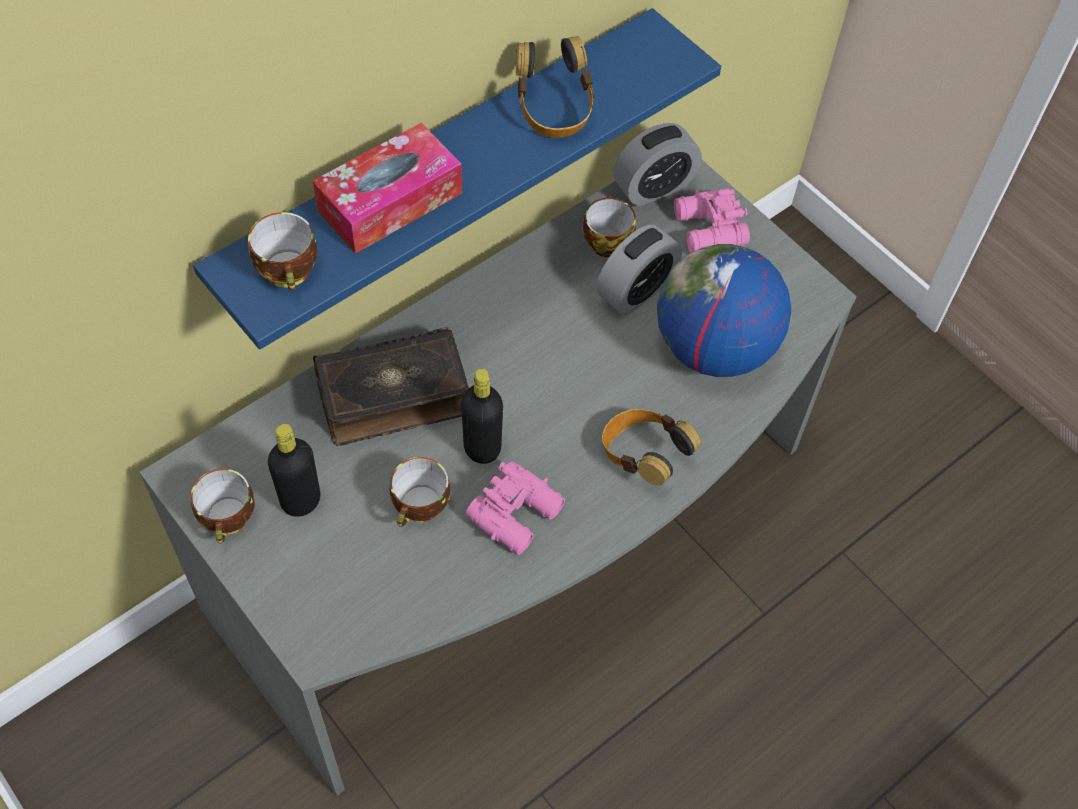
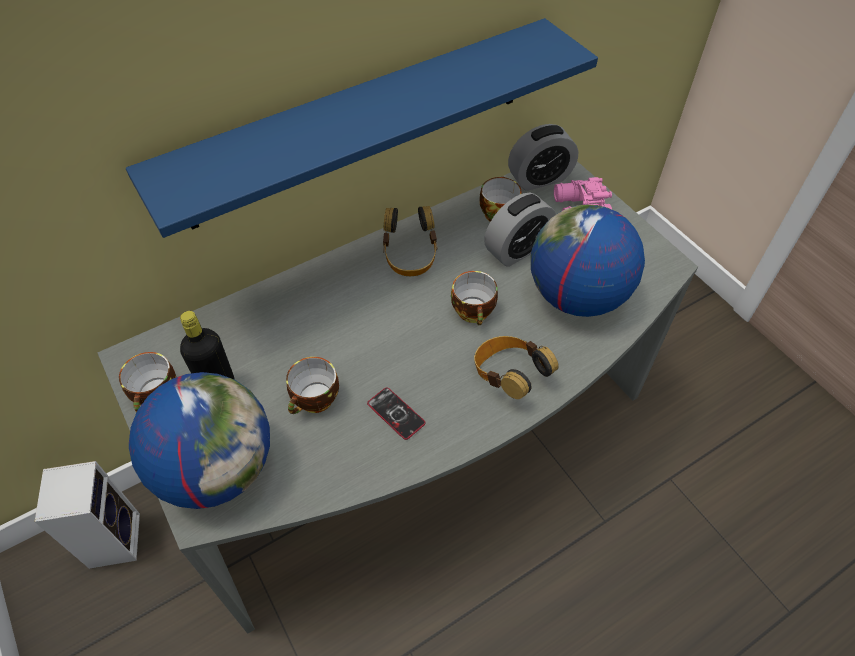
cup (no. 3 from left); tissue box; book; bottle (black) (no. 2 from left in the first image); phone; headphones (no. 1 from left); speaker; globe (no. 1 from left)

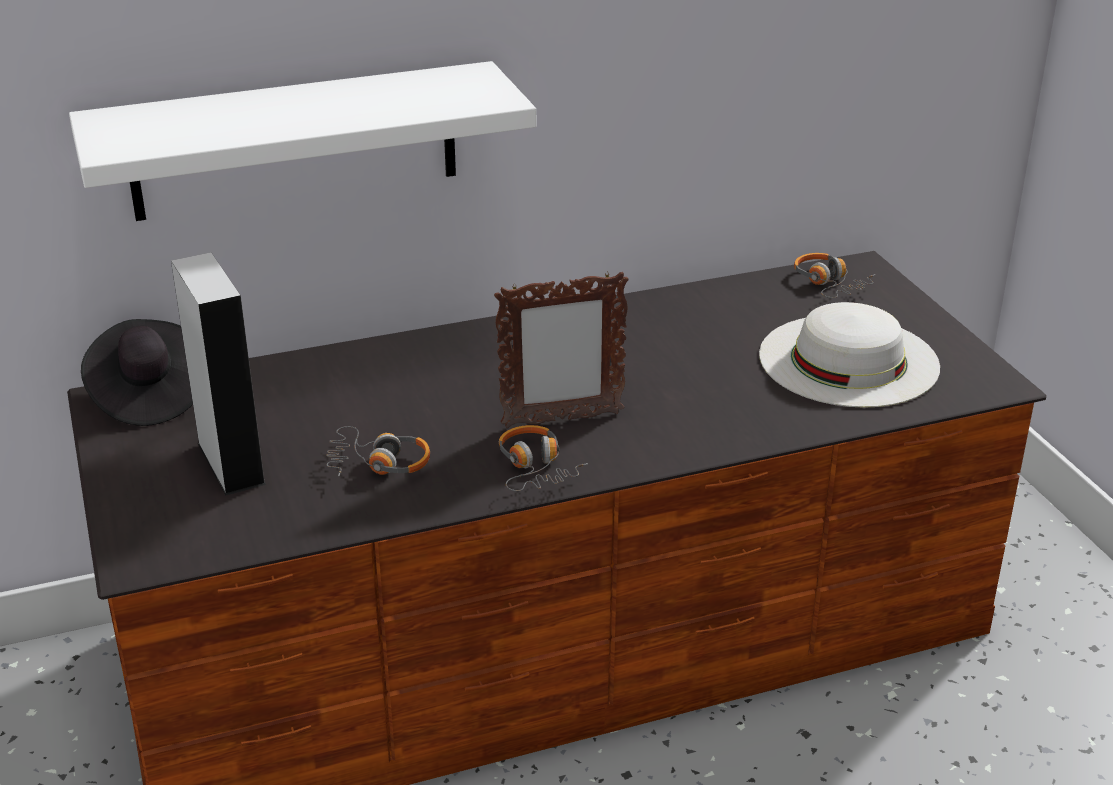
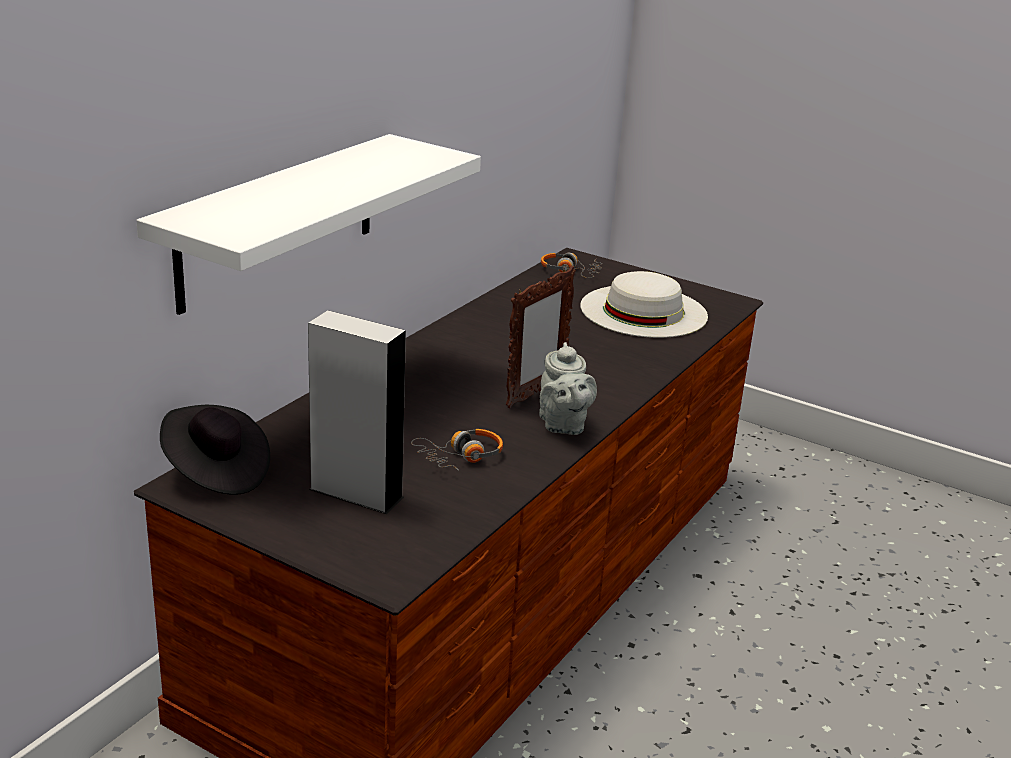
teapot (grey)

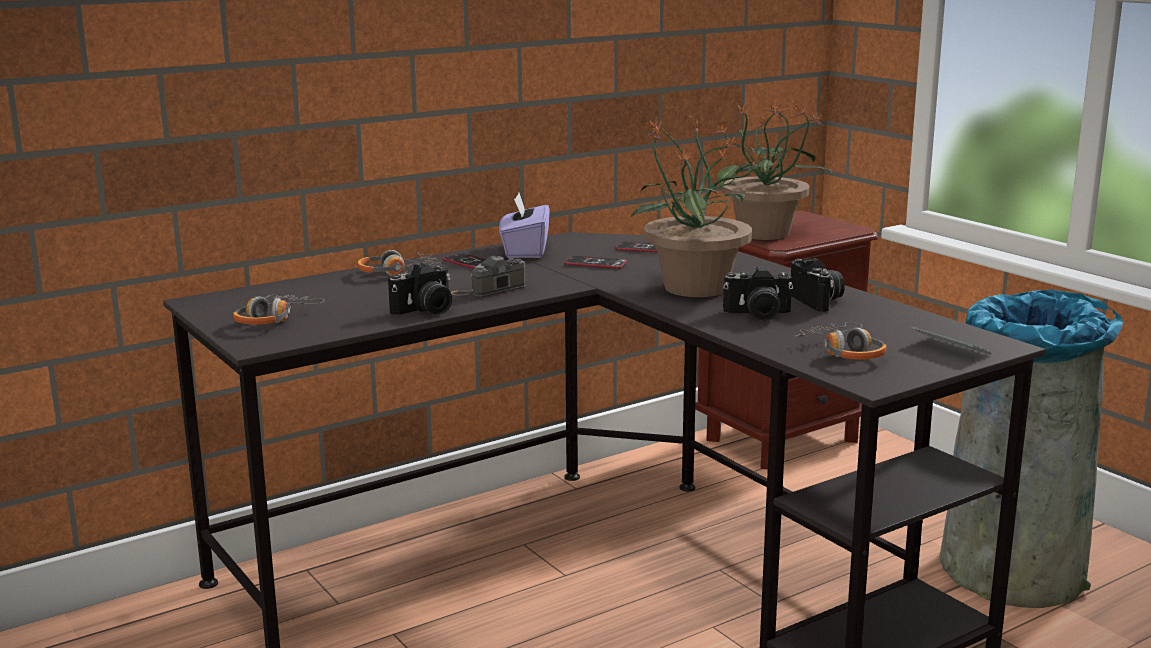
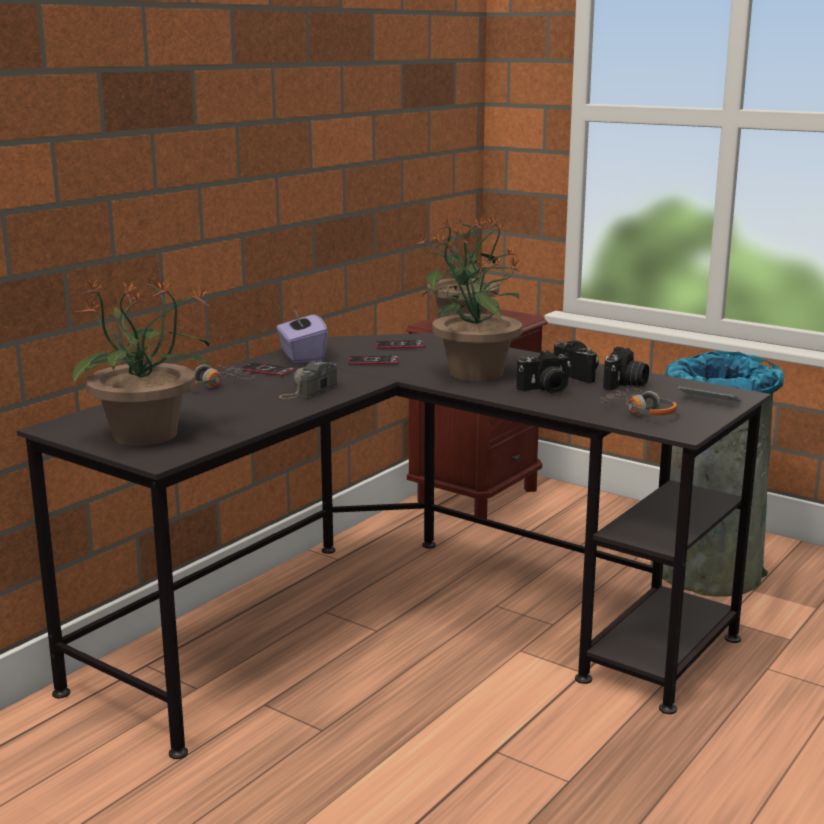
potted plant (no. 1 from left); photo camera (no. 4 from left)

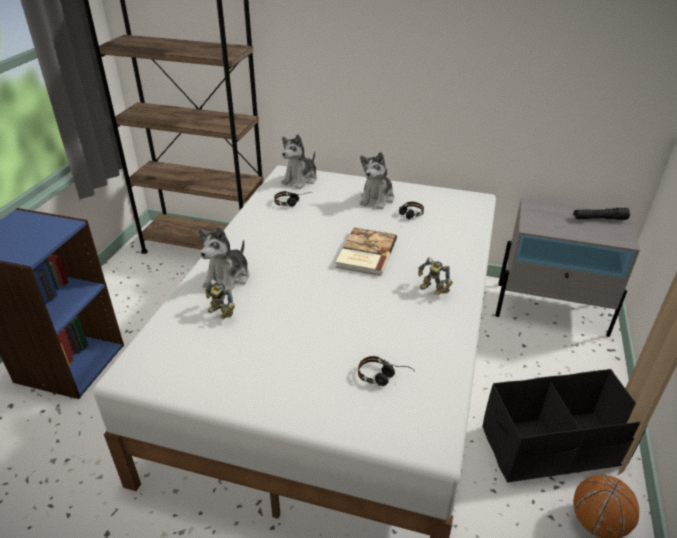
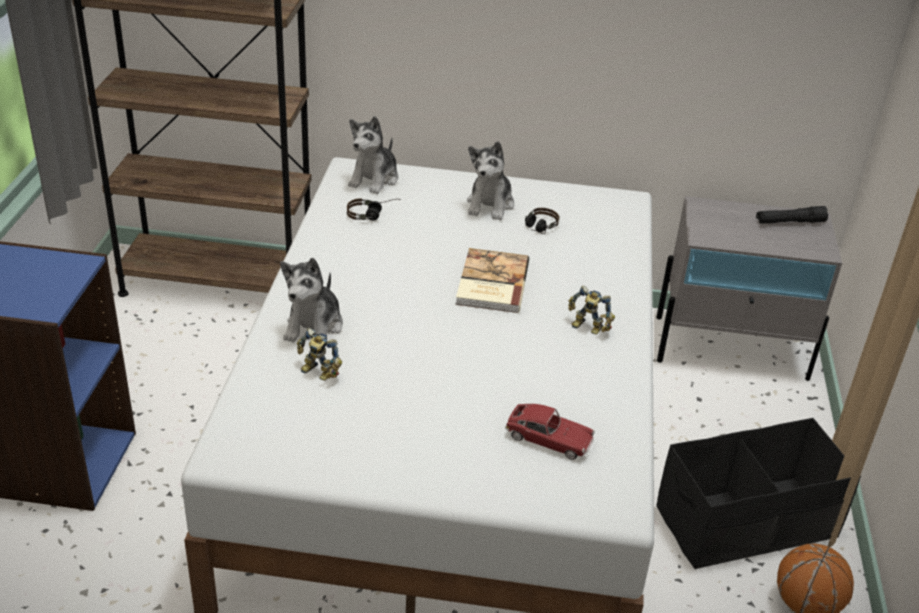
toy car

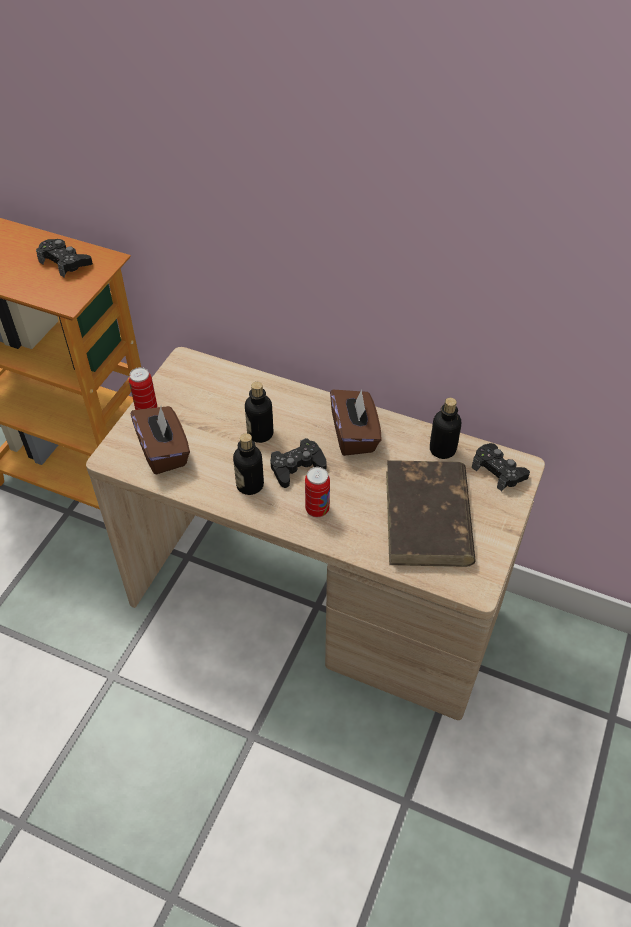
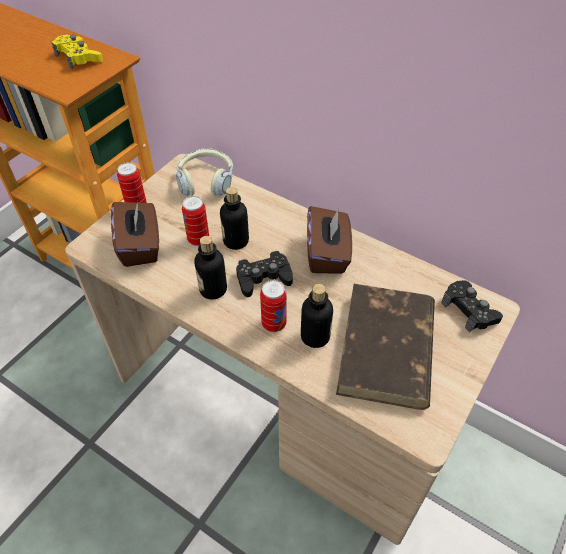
game controller (yellow); bottle (no. 3 from left); headphones; can (no. 2 from left)

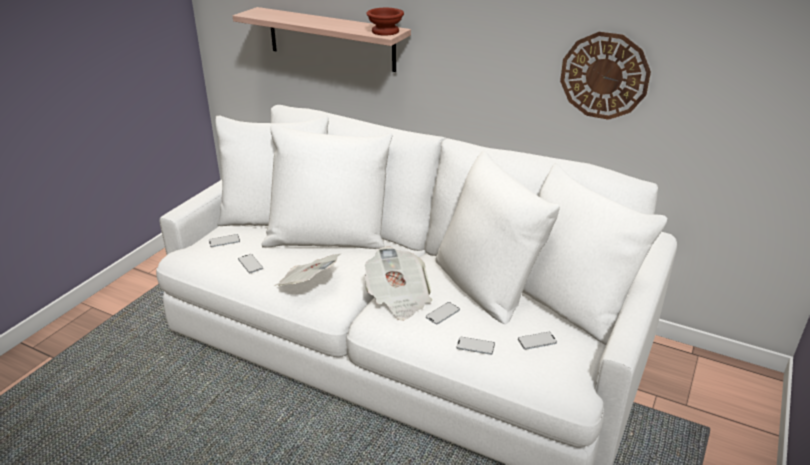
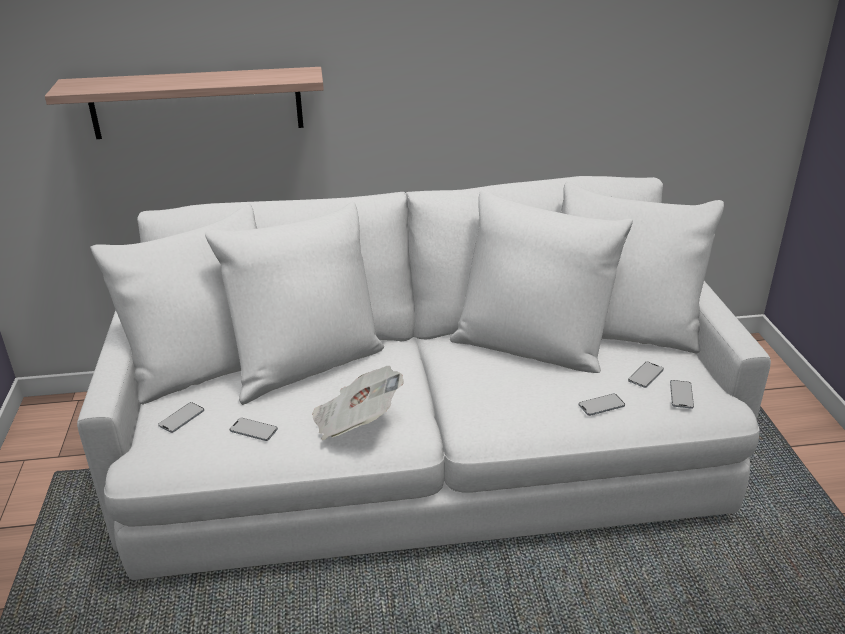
newspaper (no. 2 from left in the first image); bowl (brown); phone (no. 5 from left); wall clock

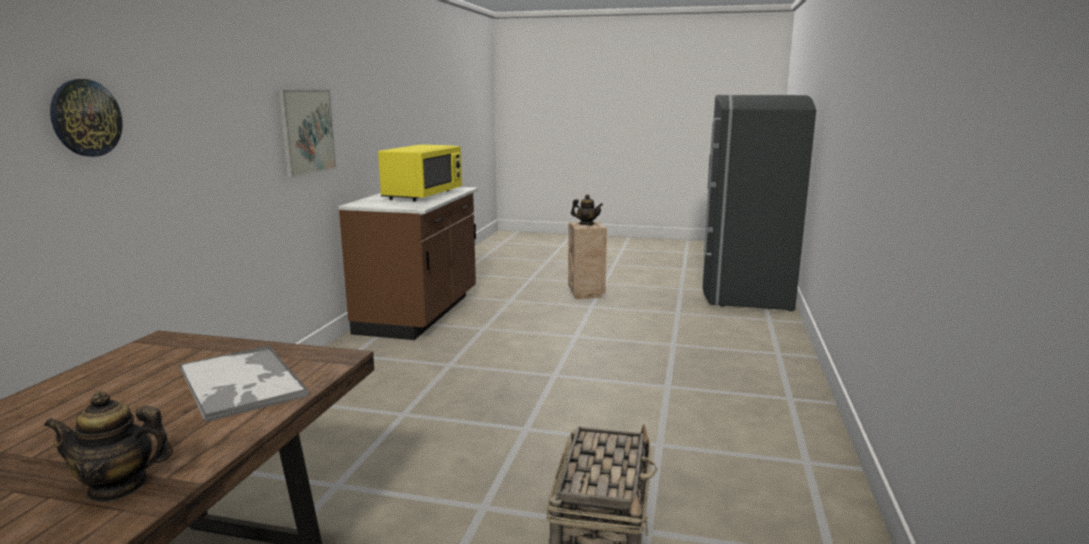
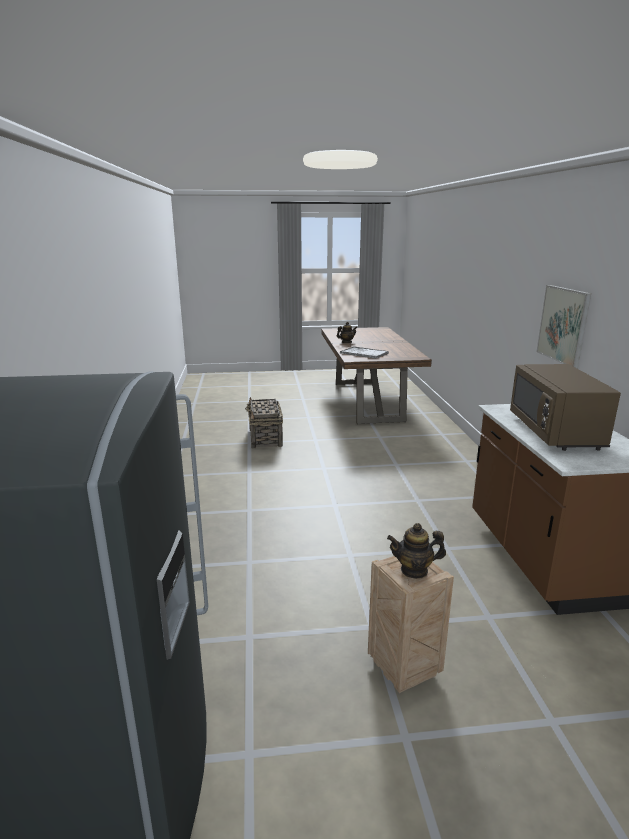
wall clock; microwave (brown)

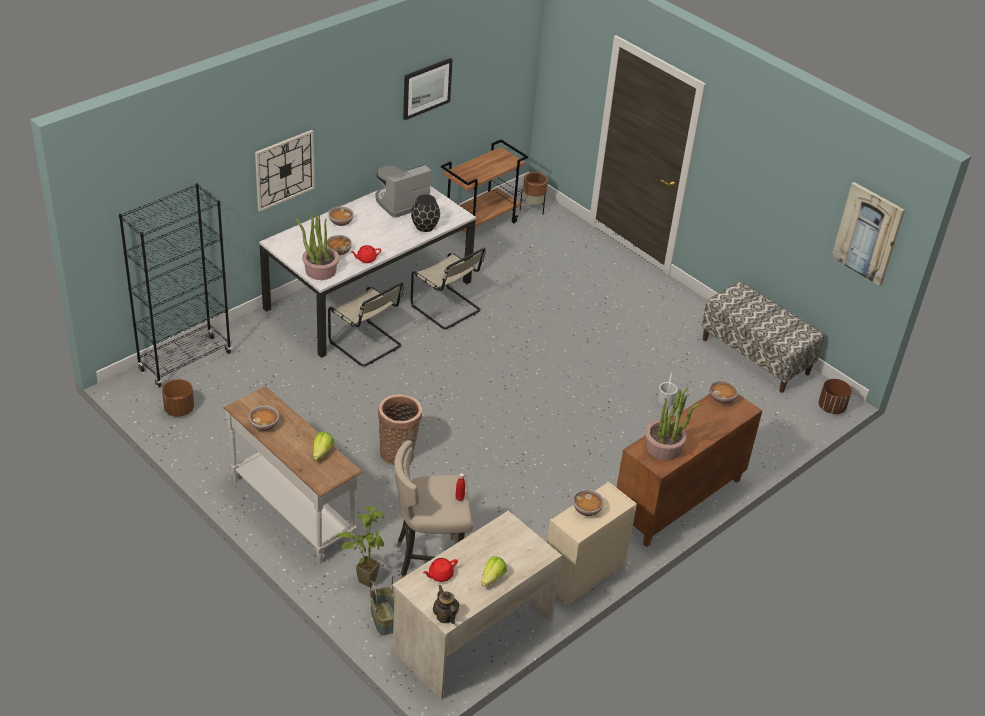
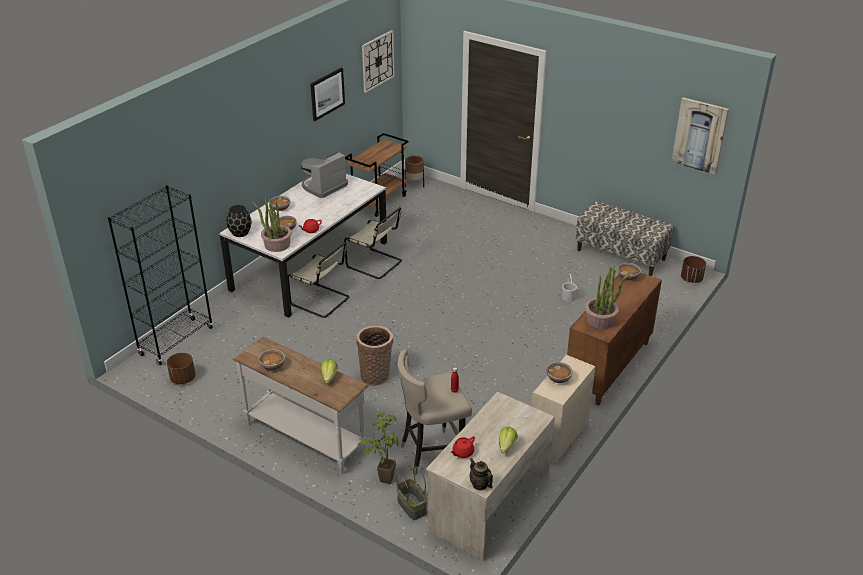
wall clock; vase (black)

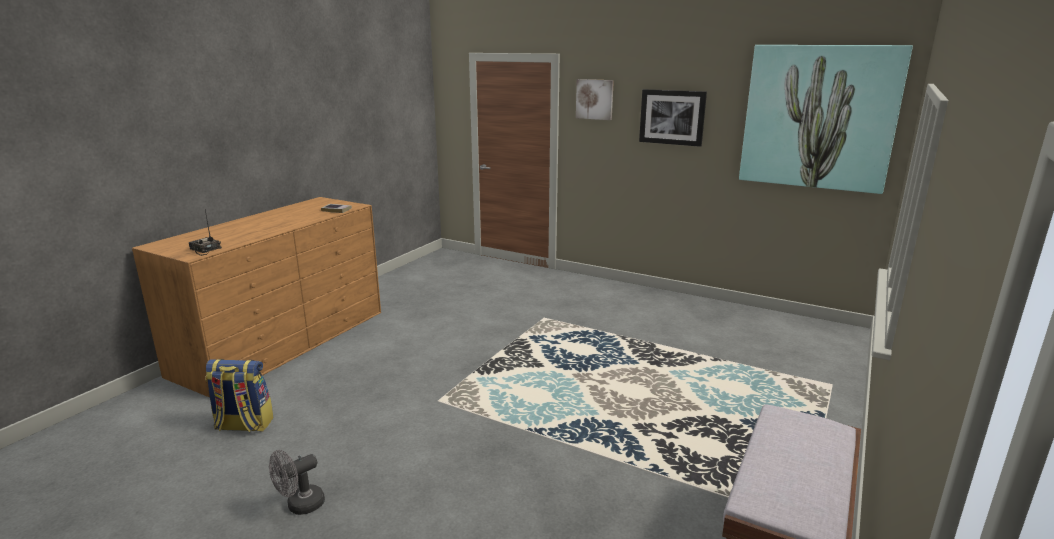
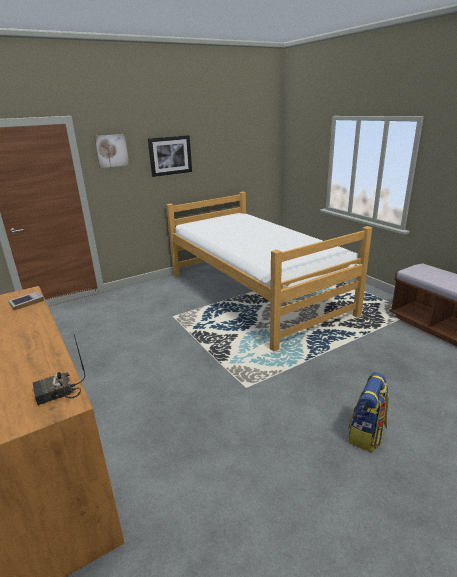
backpack; fan (grey); picture (no. 3 from left in the first image); bed

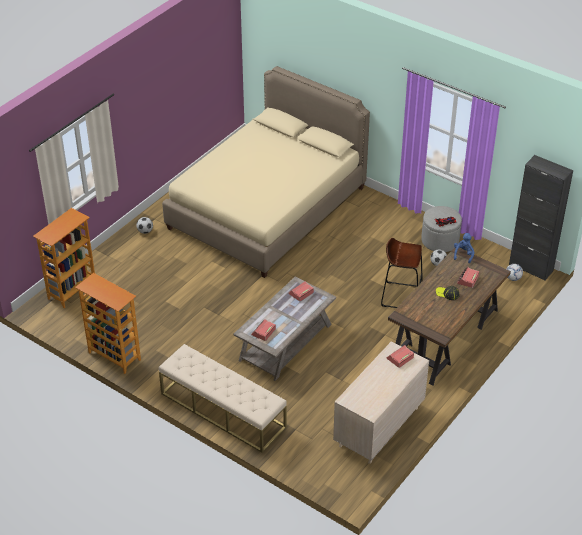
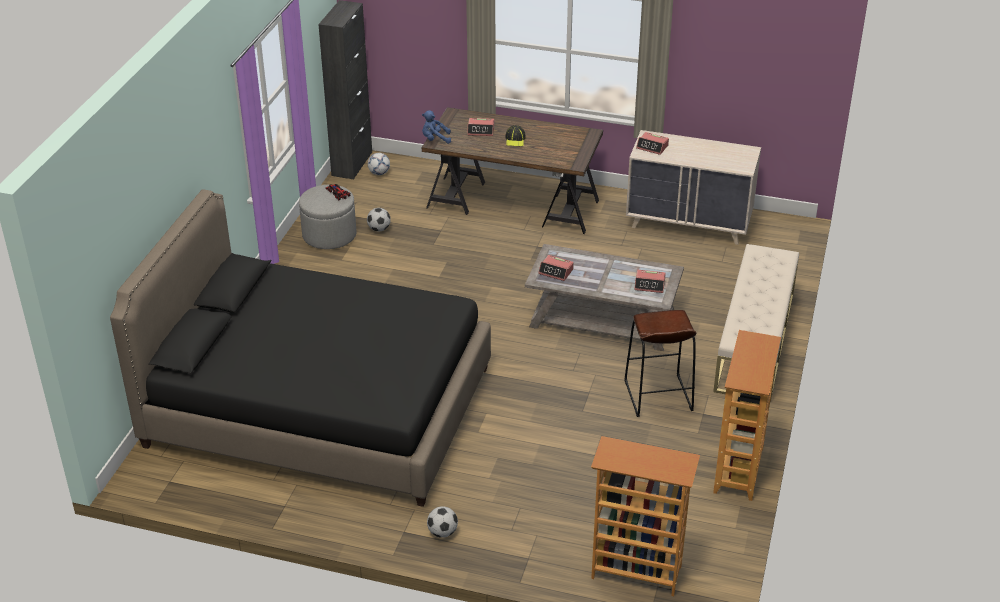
bed (black); stool (brown)

